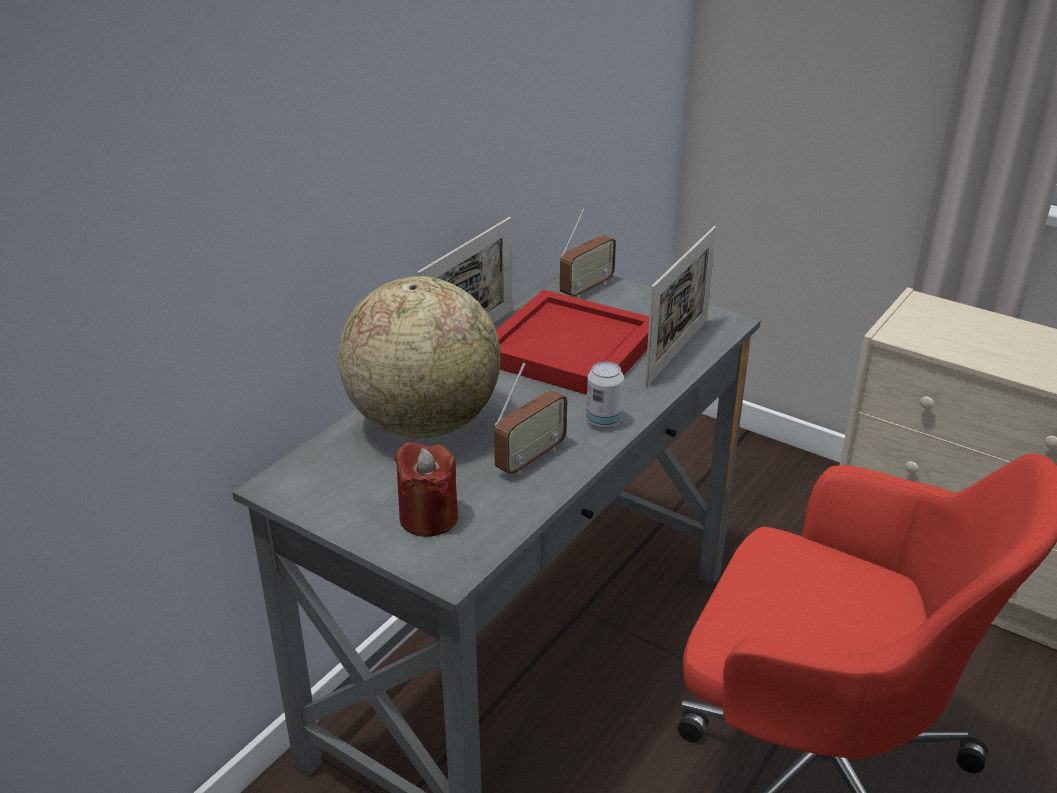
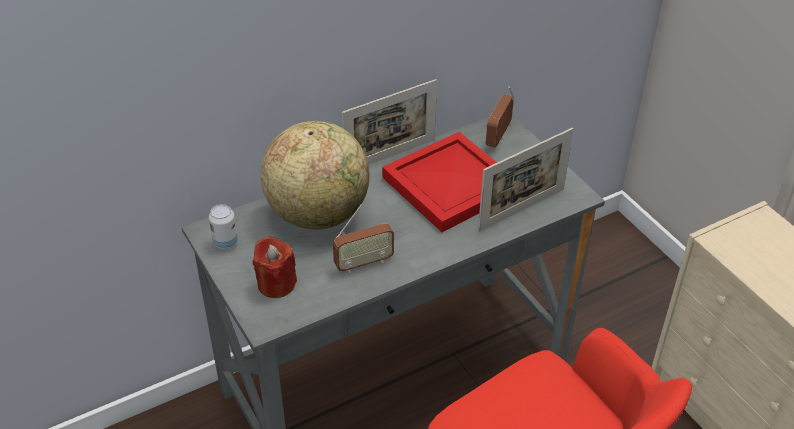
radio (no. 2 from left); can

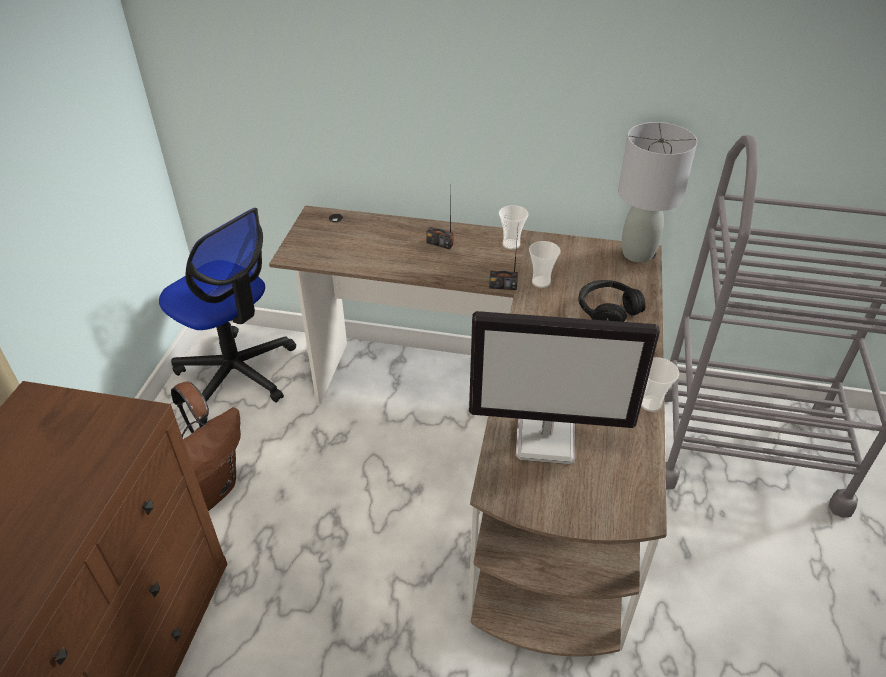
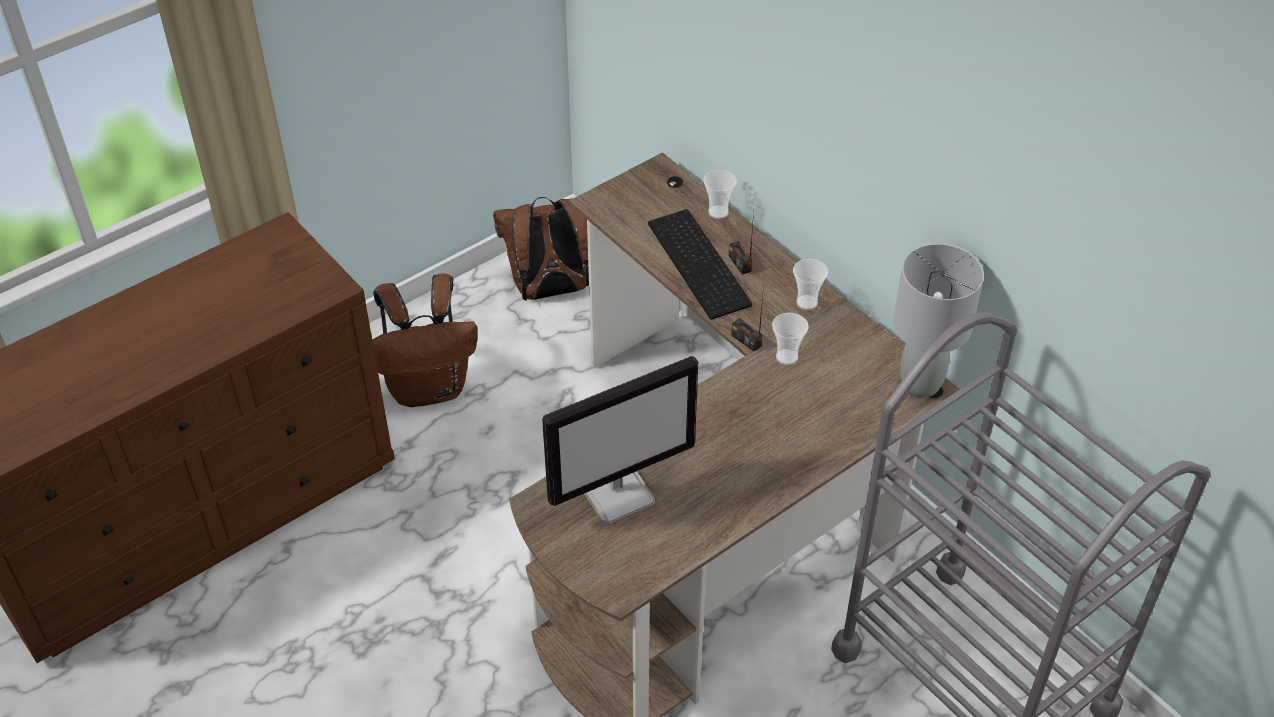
backpack (brown) (no. 2 from left); monitor; headphones (black); cup (no. 1 from left); keyboard

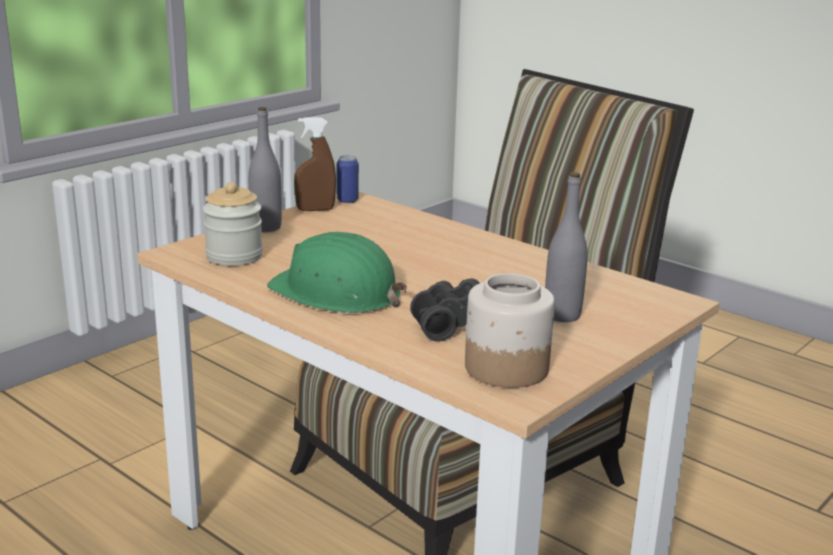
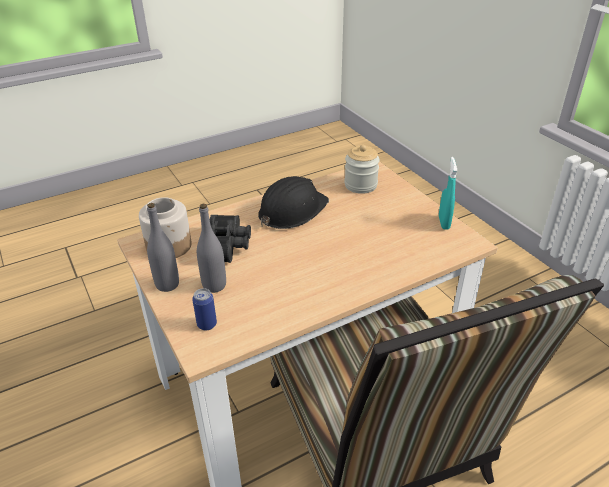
bottle (grey) (no. 1 from left); hard hat (black); spray bottle (turquoise); can

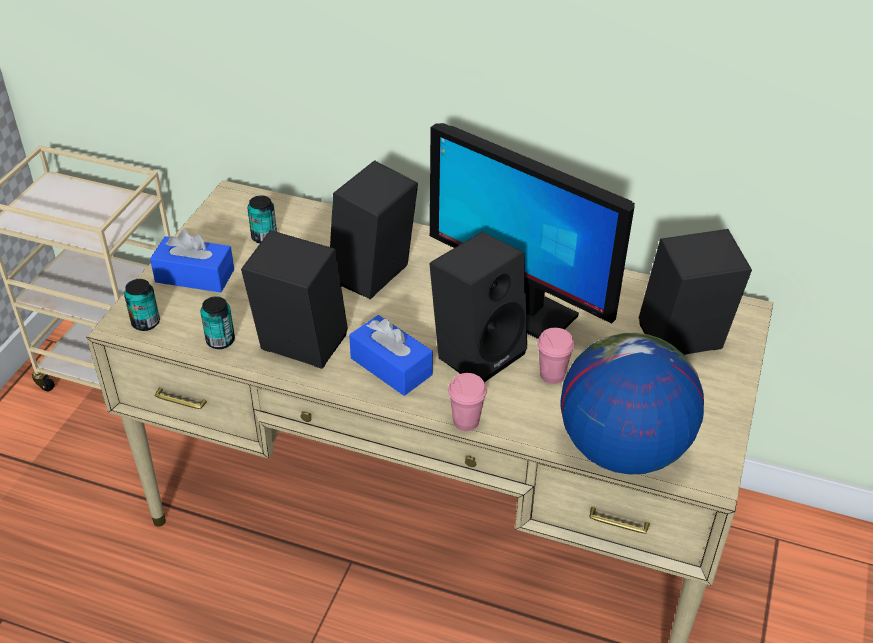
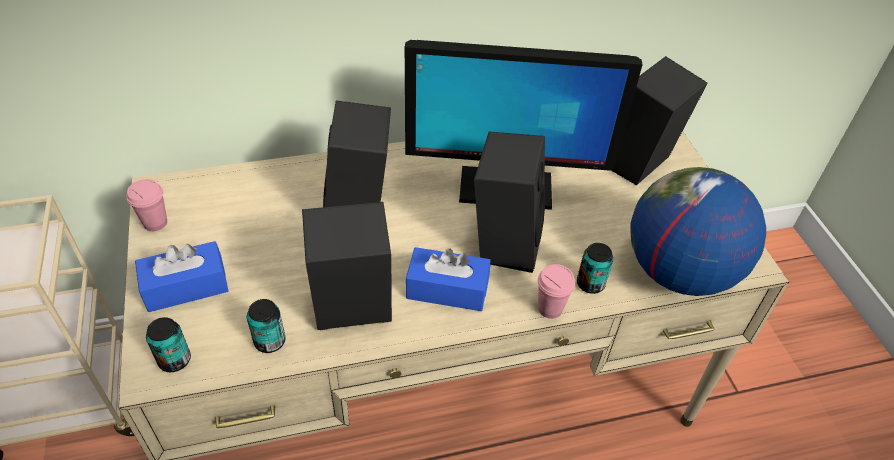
can (no. 3 from left); cup (pink) (no. 1 from left)

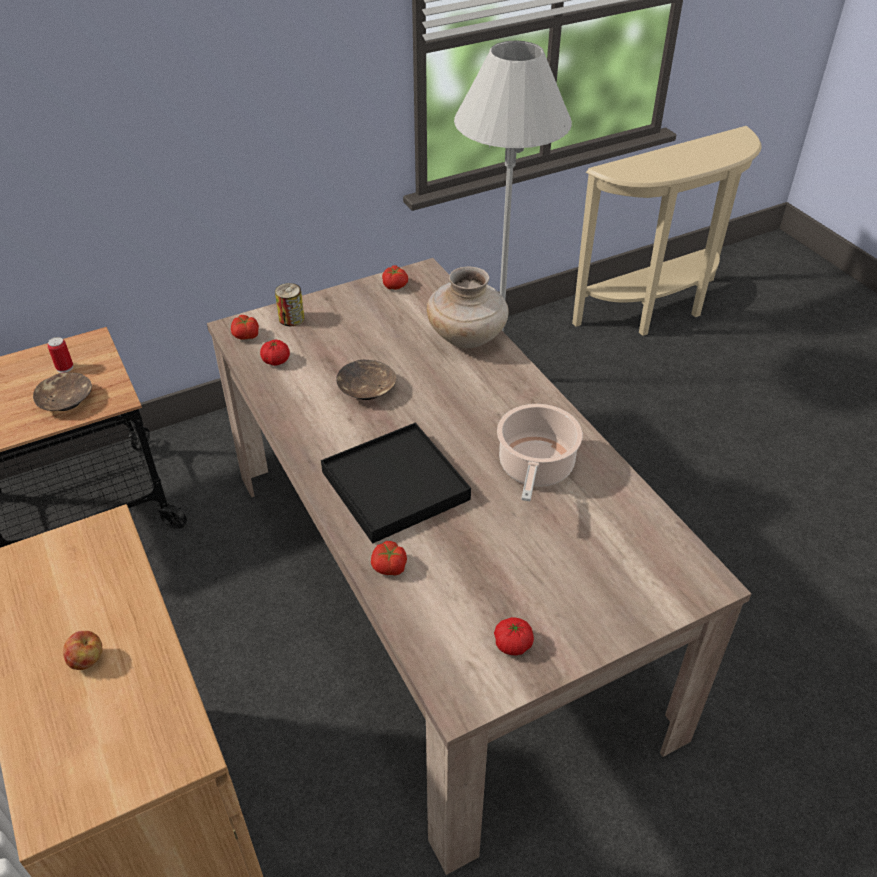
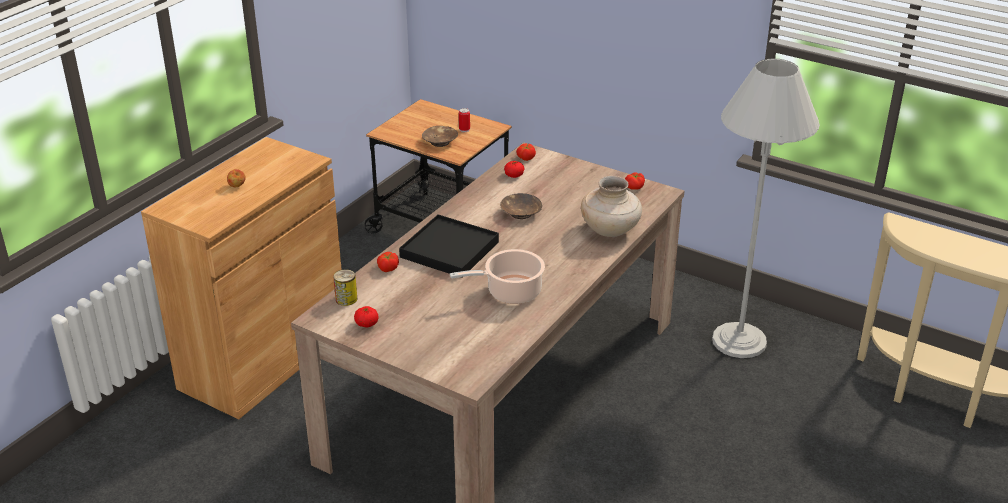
can (no. 1 from left)

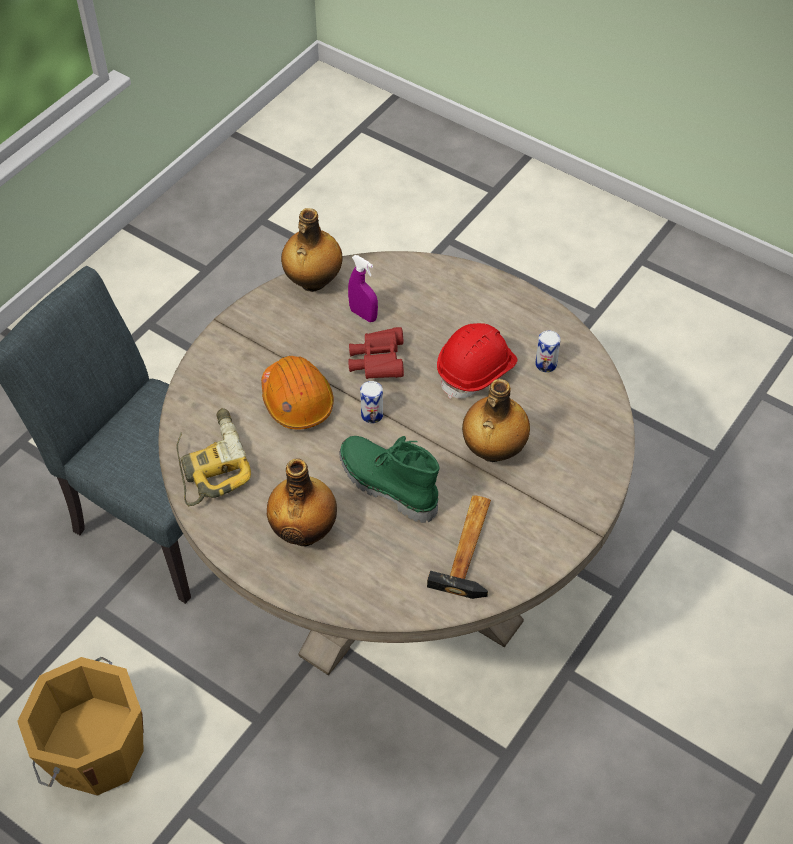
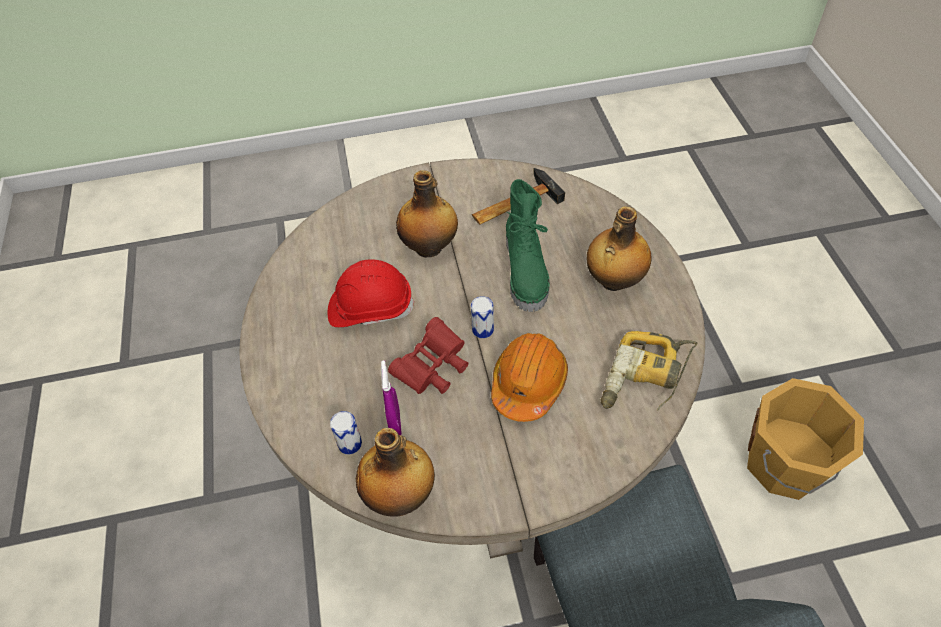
can (no. 1 from left)

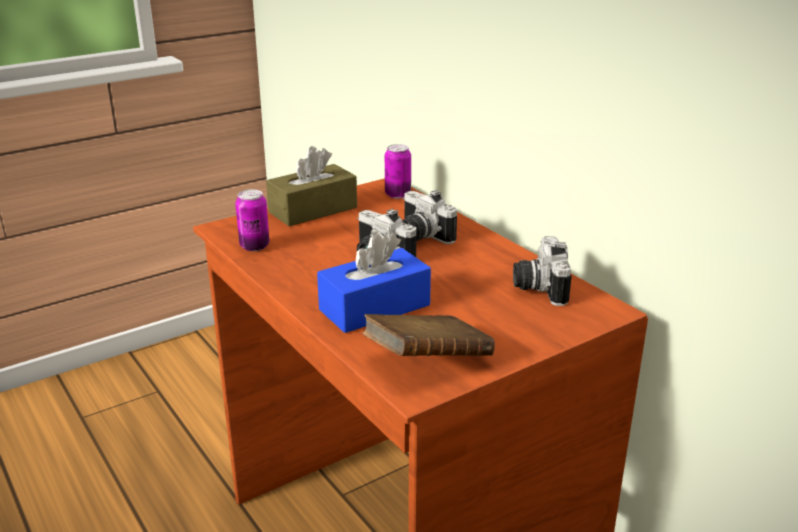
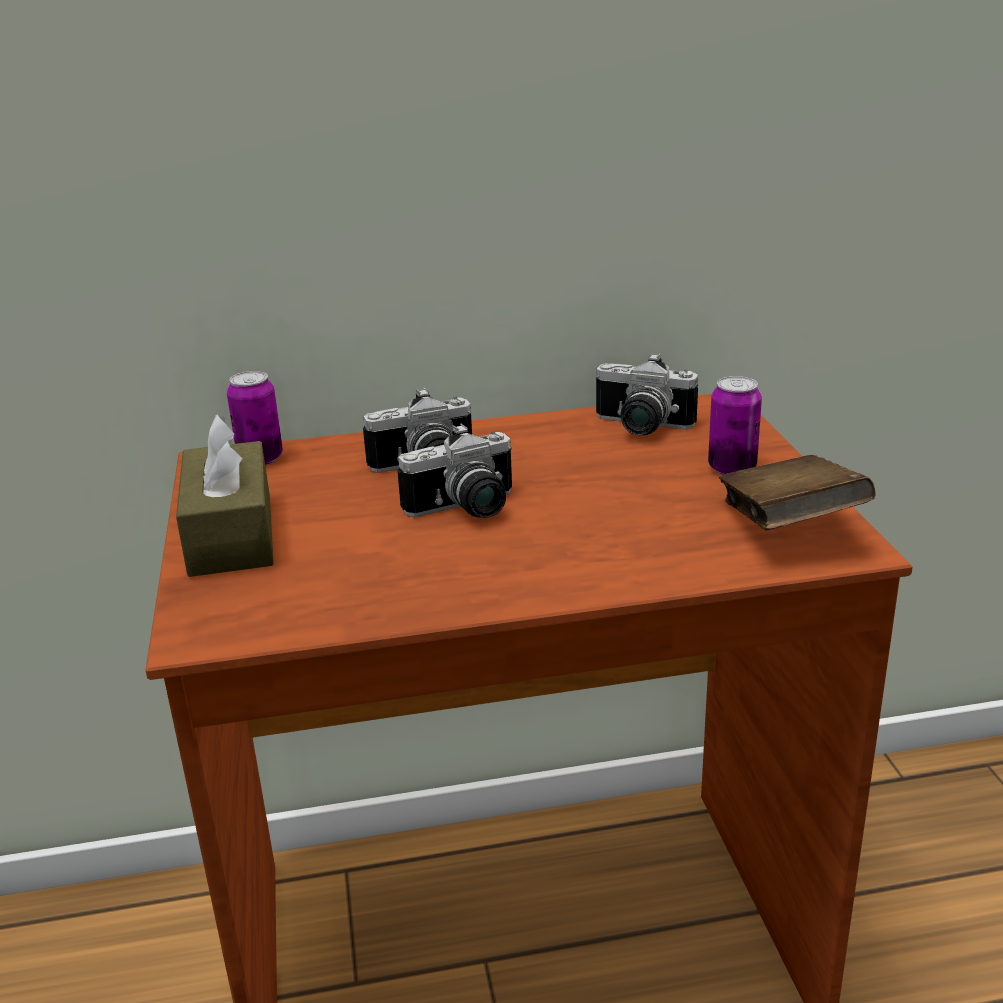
can (no. 2 from left); tissue box (blue)

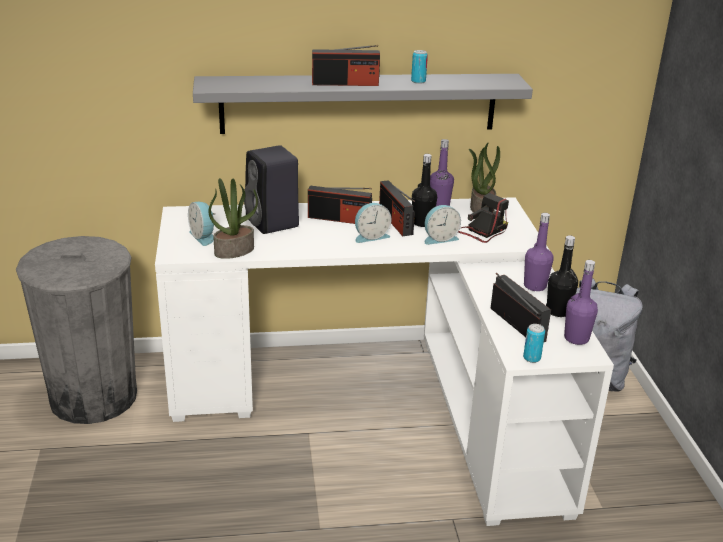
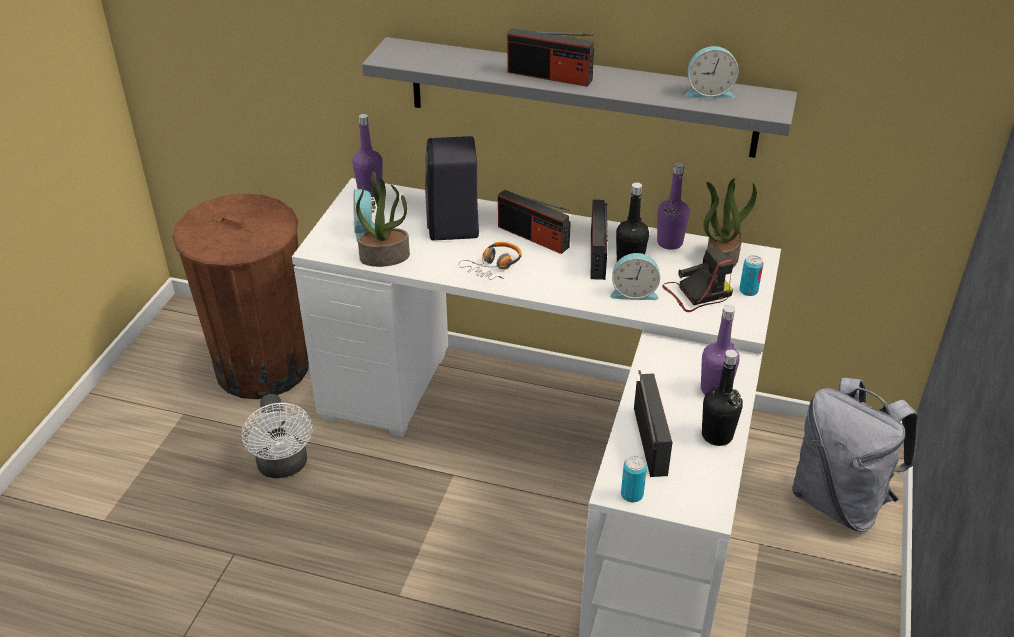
trash can (brown); alarm clock (no. 3 from left); can (no. 2 from left); bottle (purple) (no. 1 from left); fan (white); headphones

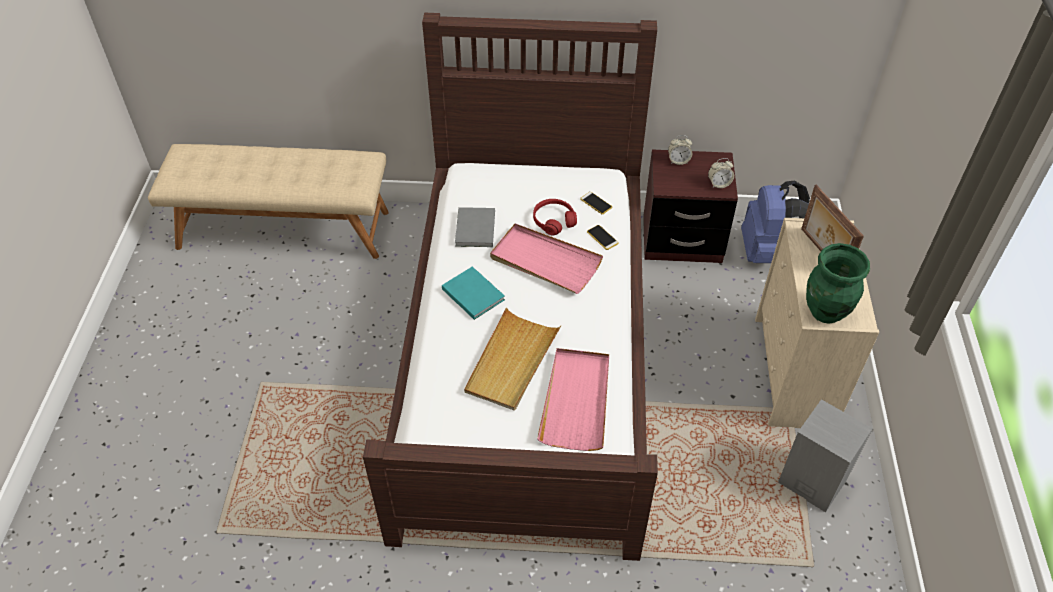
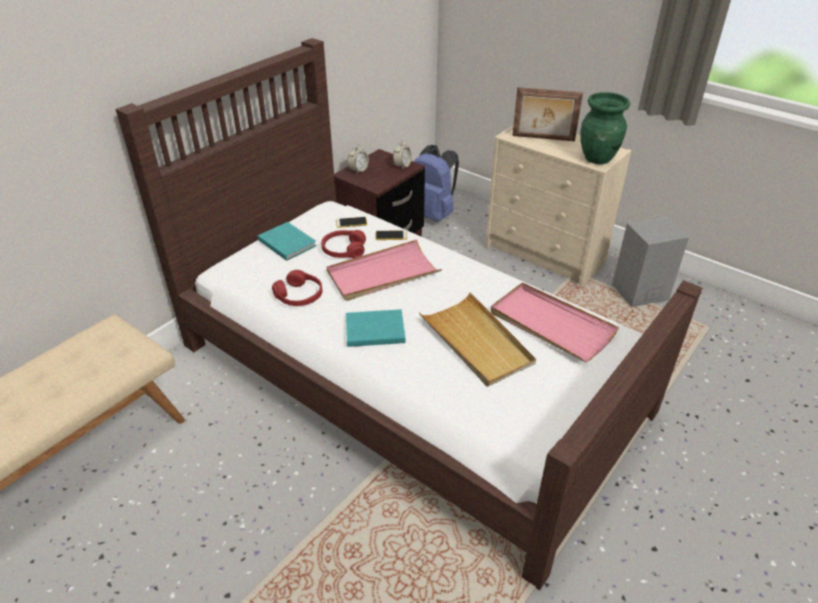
headphones (red) (no. 1 from left); book (turquoise) (no. 1 from left)

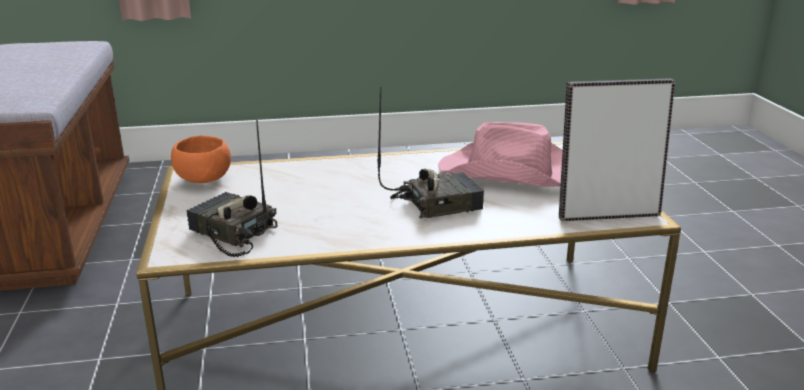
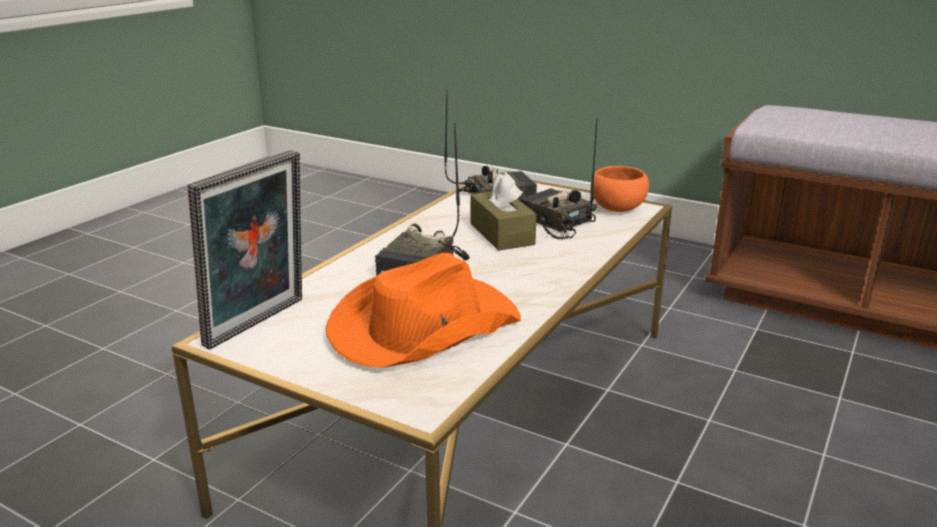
hat (orange); tissue box (brown); radio (no. 3 from left)

